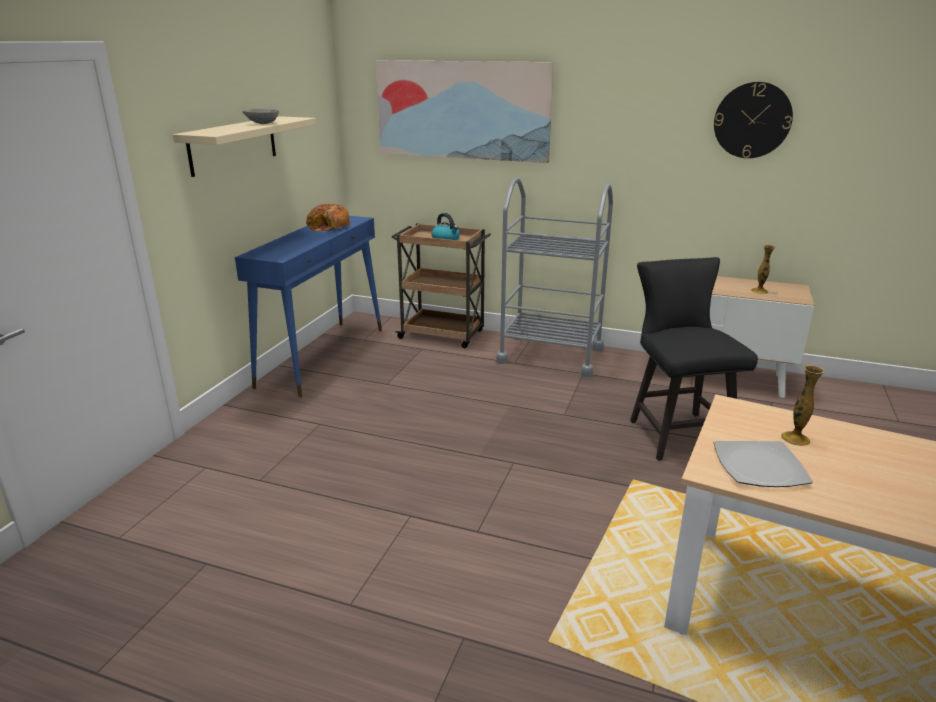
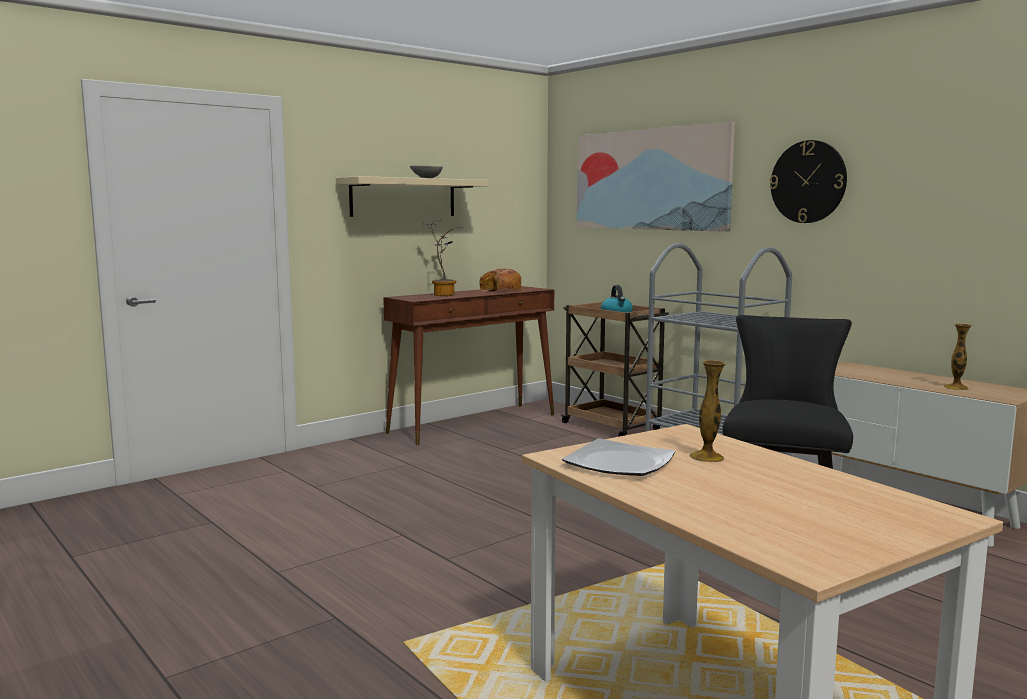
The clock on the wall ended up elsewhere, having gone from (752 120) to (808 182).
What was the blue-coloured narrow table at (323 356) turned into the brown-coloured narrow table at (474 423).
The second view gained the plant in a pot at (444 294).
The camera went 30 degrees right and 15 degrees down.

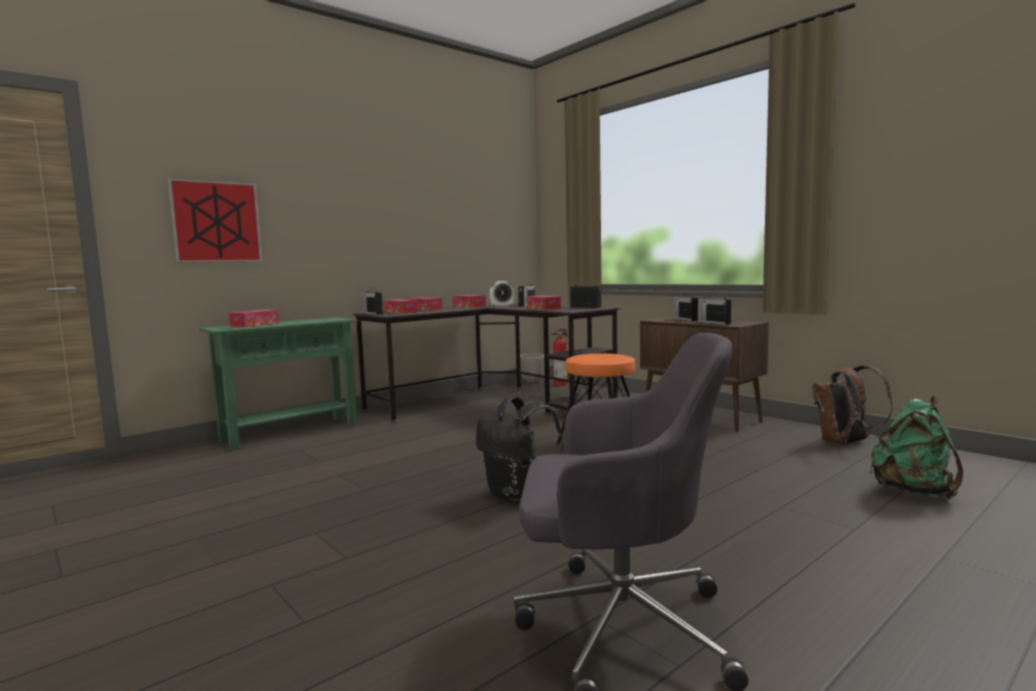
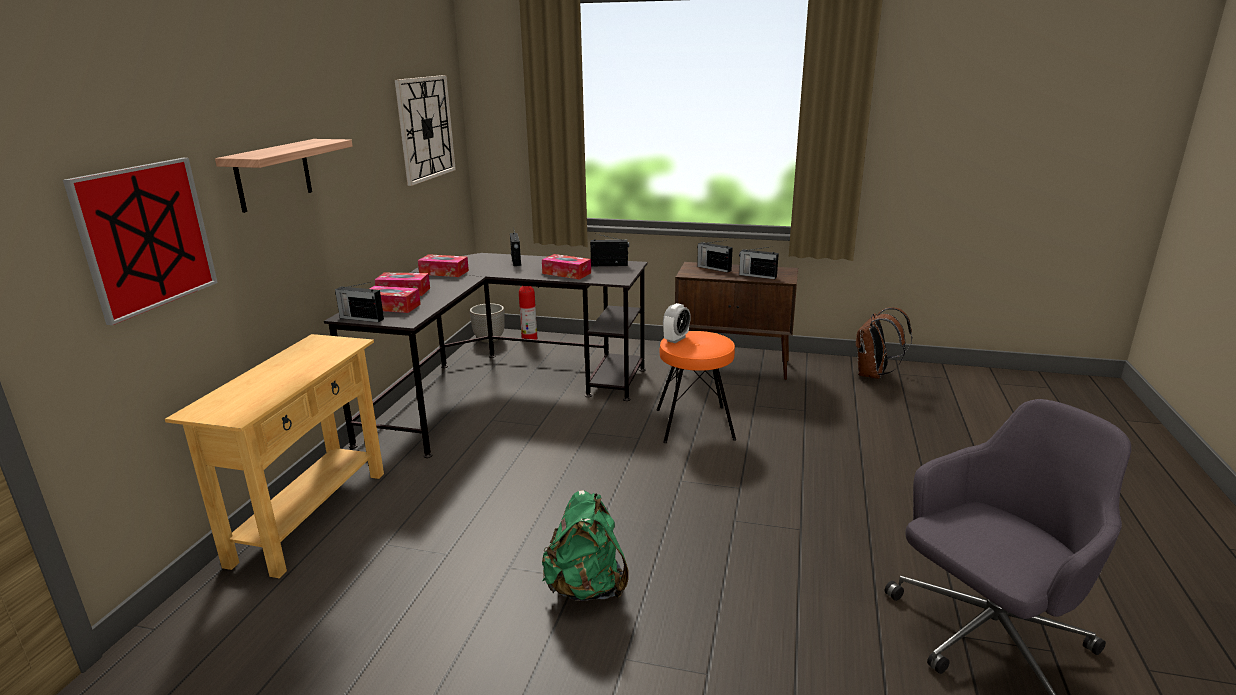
The bedside clock ended up elsewhere, having gone from (502 306) to (676 339).
The second view lost the box of tissues at (255 325).
What was the greenish narrow table at (290 432) turned into the beige narrow table at (310 516).
The second view lost the blackish rucksack at (518 496).
The greenish rucksack ended up elsewhere, having gone from (913 492) to (586 587).
The second view gained the clock on the wall at (425 128).
The second view gained the shelf at (273 175).
The camera went 35 degrees left and 15 degrees up.

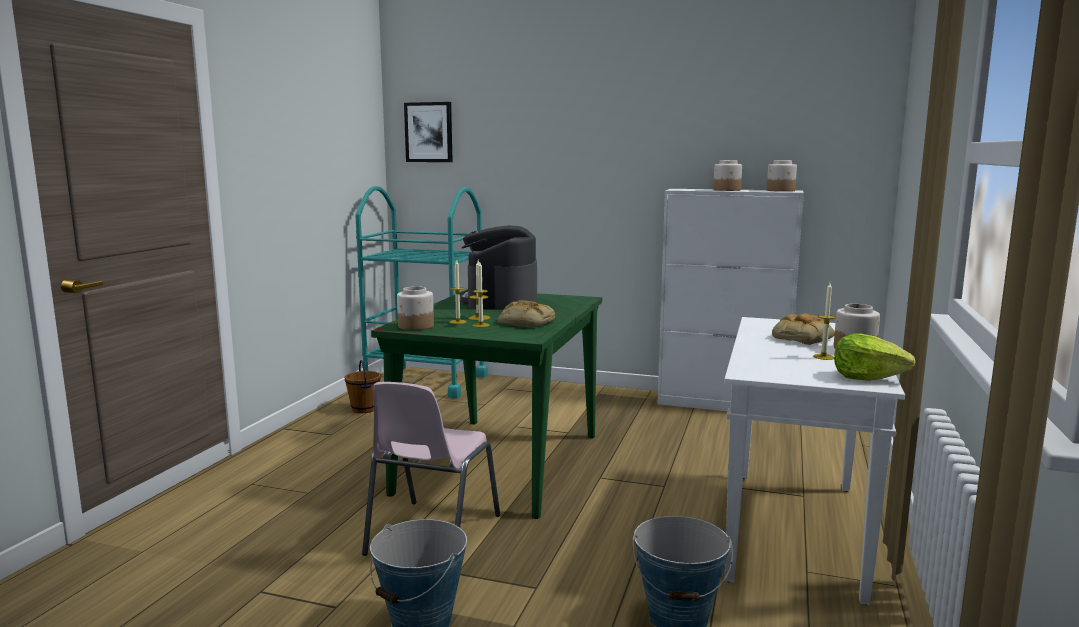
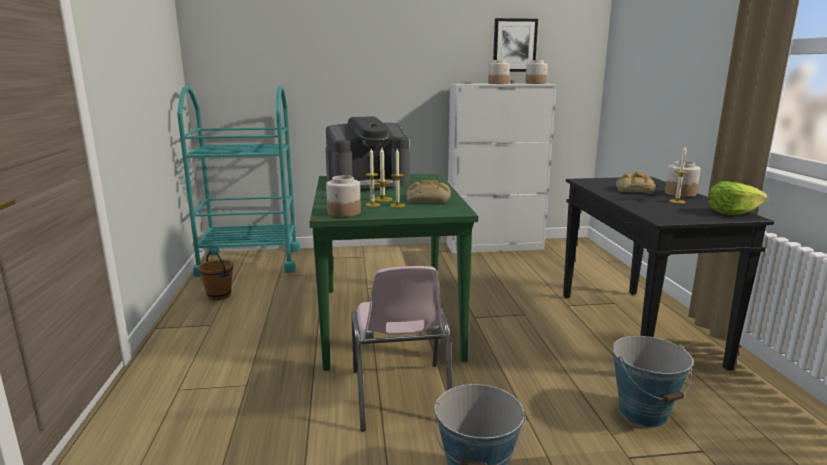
The wall art ended up elsewhere, having gone from (429 132) to (514 45).
The coffee maker at (500 300) ended up facing another way, 90 degrees counterclockwise from before.
What was the white-coloured narrow table at (795 532) turned into the blackish narrow table at (637 329).
The camera went 25 degrees left and 5 degrees up.

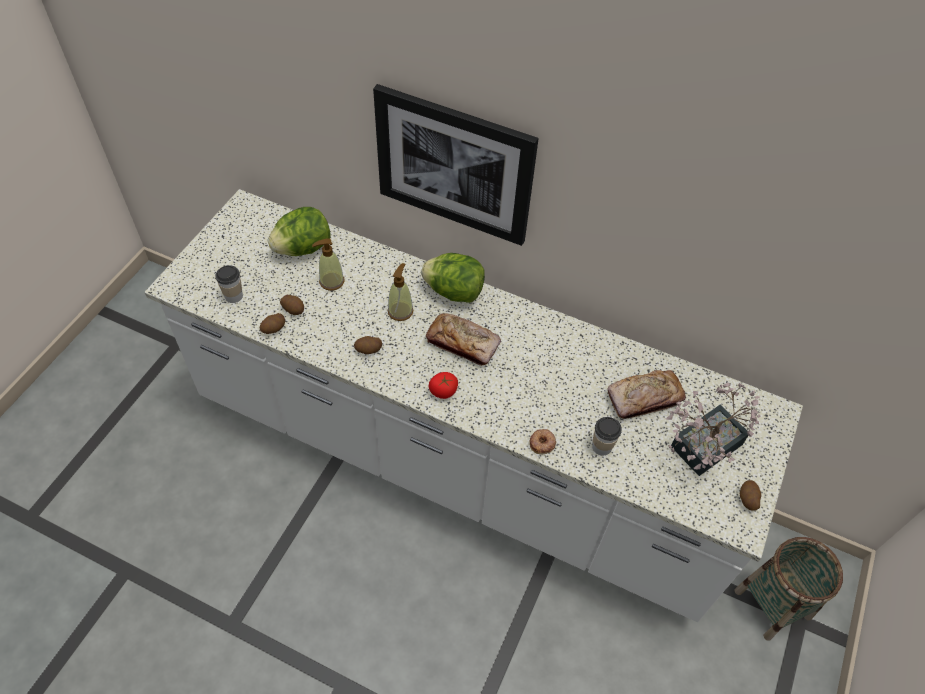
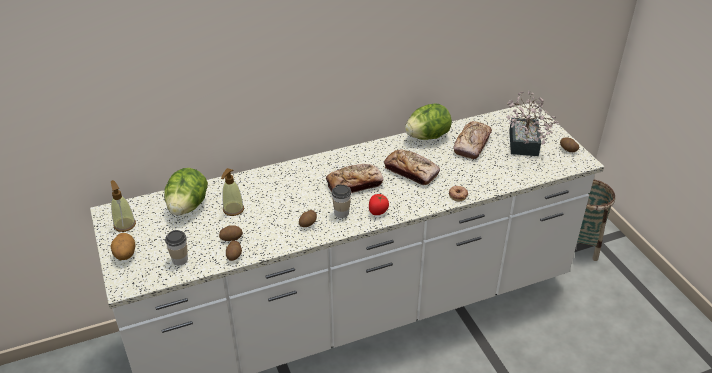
The second view lost the wall art at (454 165).
The lettuce ended up elsewhere, having gone from (454 292) to (427 136).
The soap dispenser ended up elsewhere, having gone from (400 311) to (124 225).
The drinking cup ended up elsewhere, having gone from (601 446) to (341 213).
The second view gained the bread at (411 171).
The second view gained the whole potato at (125 255).
The camera went 45 degrees left and 15 degrees down.

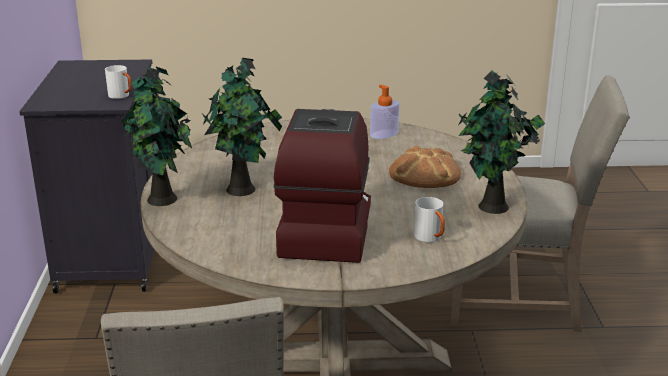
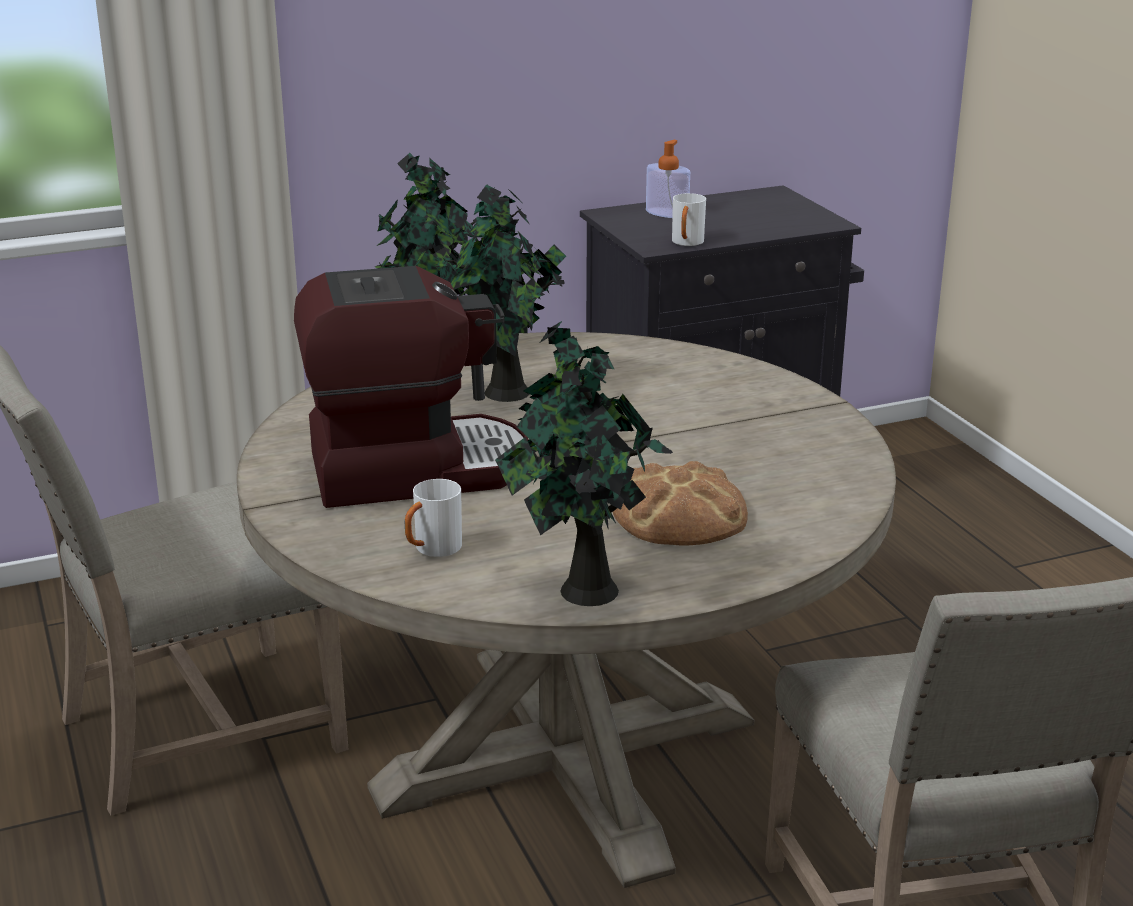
The soap dispenser ended up elsewhere, having gone from (384 134) to (667 213).
The camera went 70 degrees right and 0 degrees up.

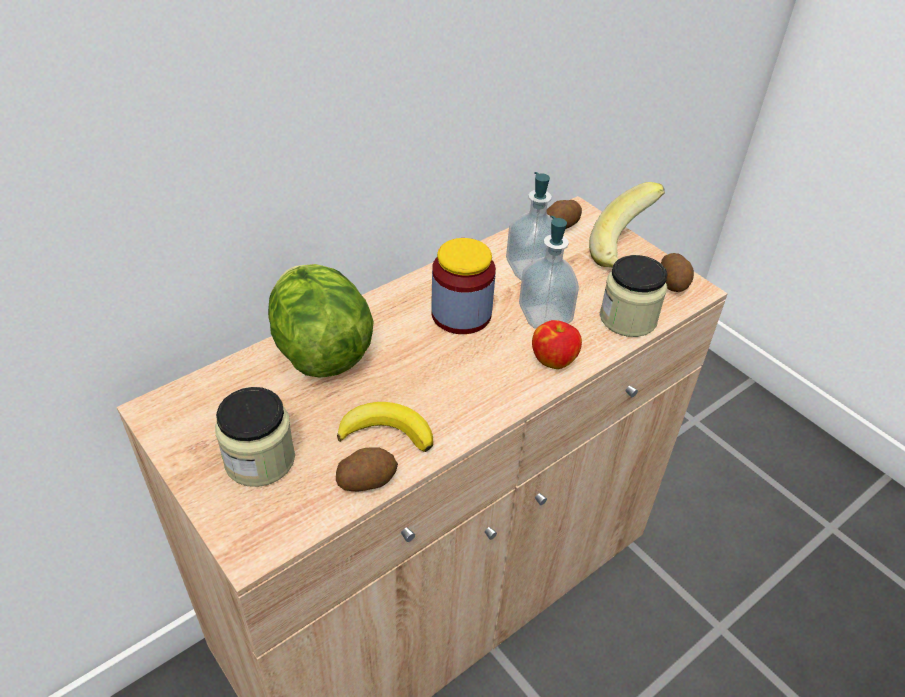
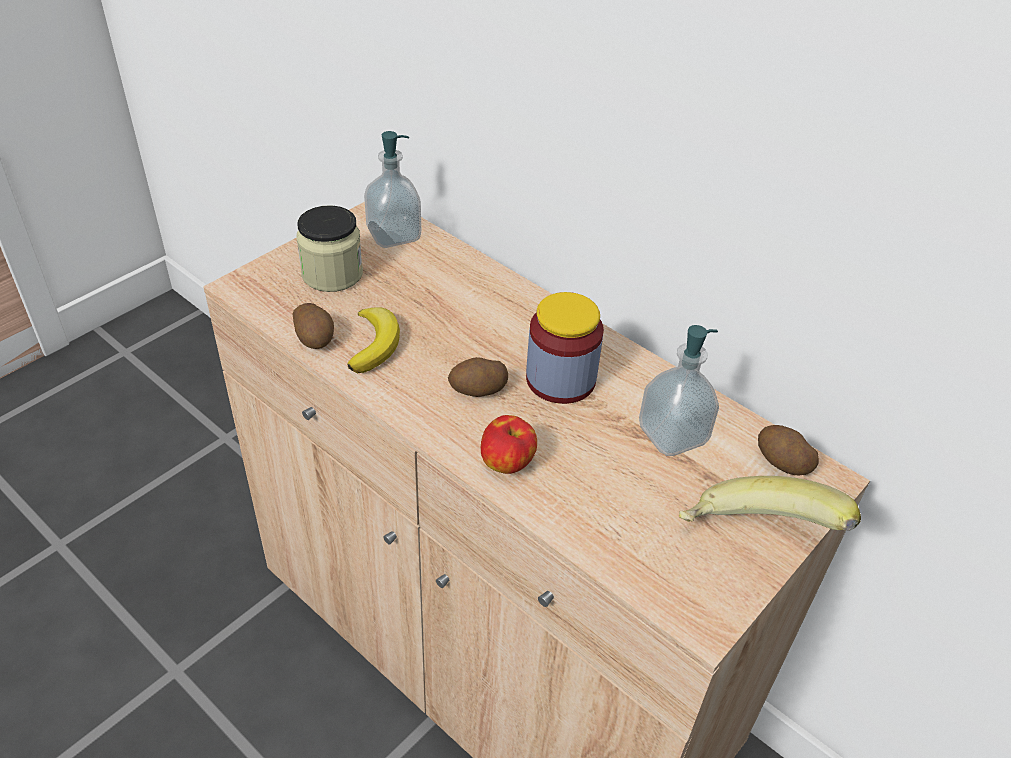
The soap dispenser ended up elsewhere, having gone from (545 314) to (394 235).
The whole potato ended up elsewhere, having gone from (673 283) to (478 390).
The second view lost the jar at (628 318).
The second view lost the lettuce at (321 351).
The camera went 80 degrees right and 0 degrees up.

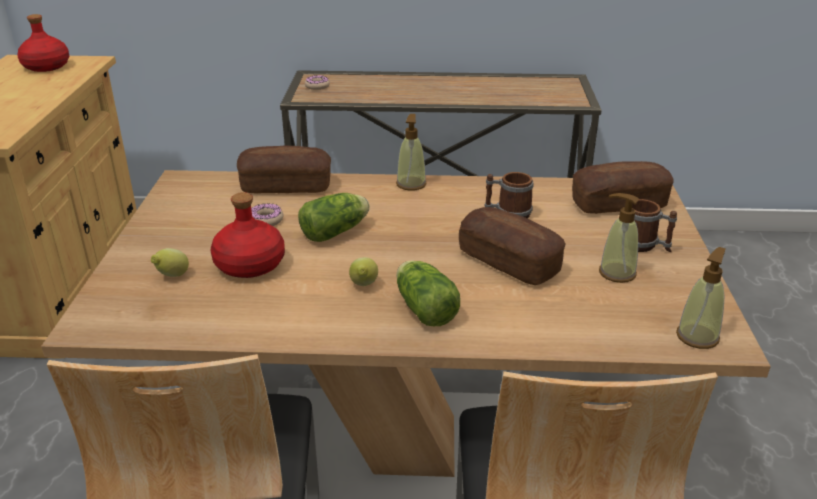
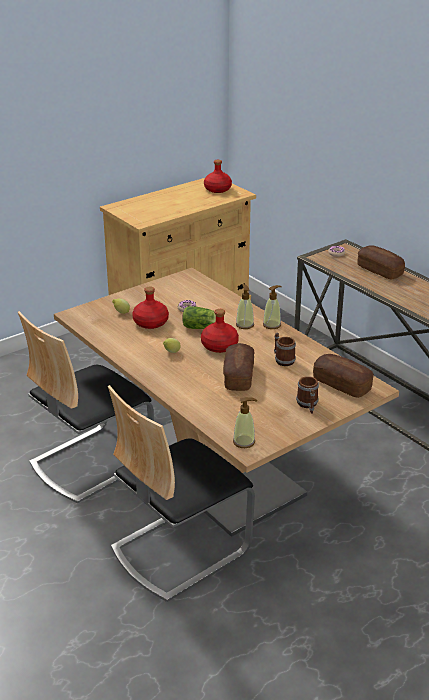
The bread ended up elsewhere, having gone from (286 186) to (380 270).
The soap dispenser ended up elsewhere, having gone from (616 273) to (244 325).
The second view lost the lettuce at (423 307).
The second view gained the reddish drink bottle at (220 346).
The camera went 50 degrees right and 0 degrees up.

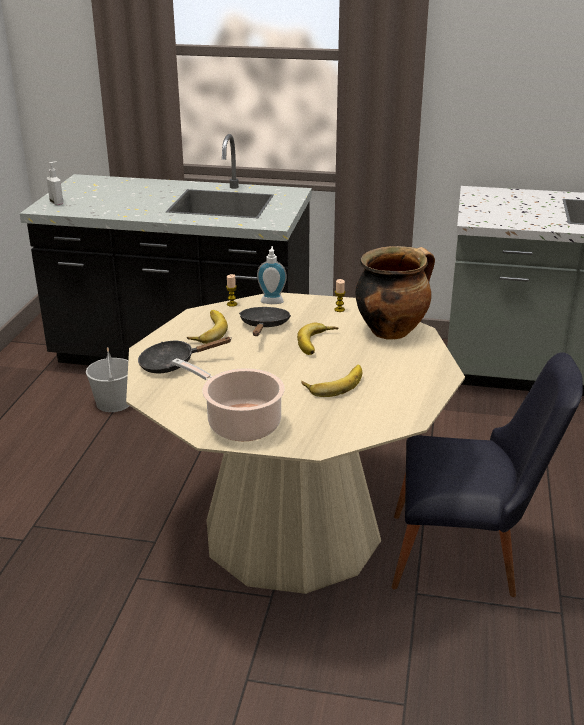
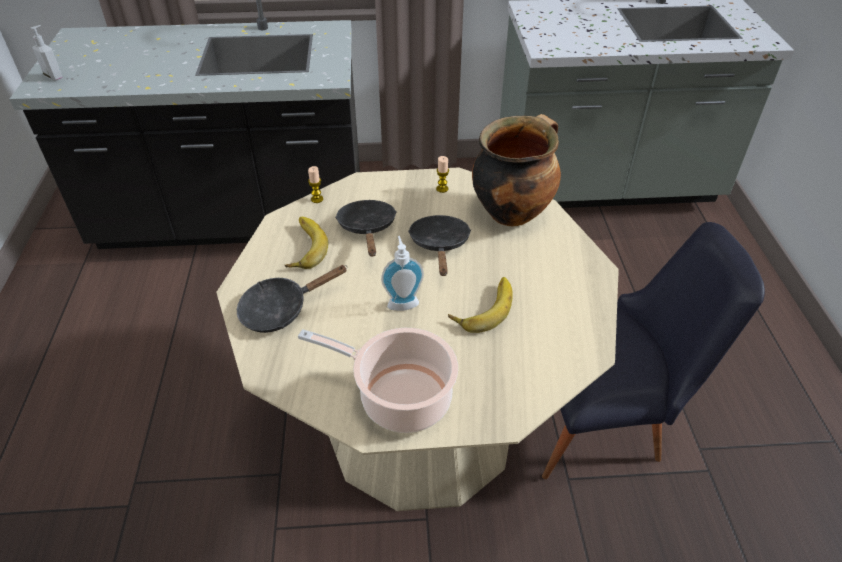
The soap dispenser ended up elsewhere, having gone from (272 300) to (402 302).
Where the banana stood at (318 343), the blackish pan came to stand at (440 245).
The second view lost the white-coloured water bucket at (114 403).
The camera went 15 degrees left and 15 degrees up.

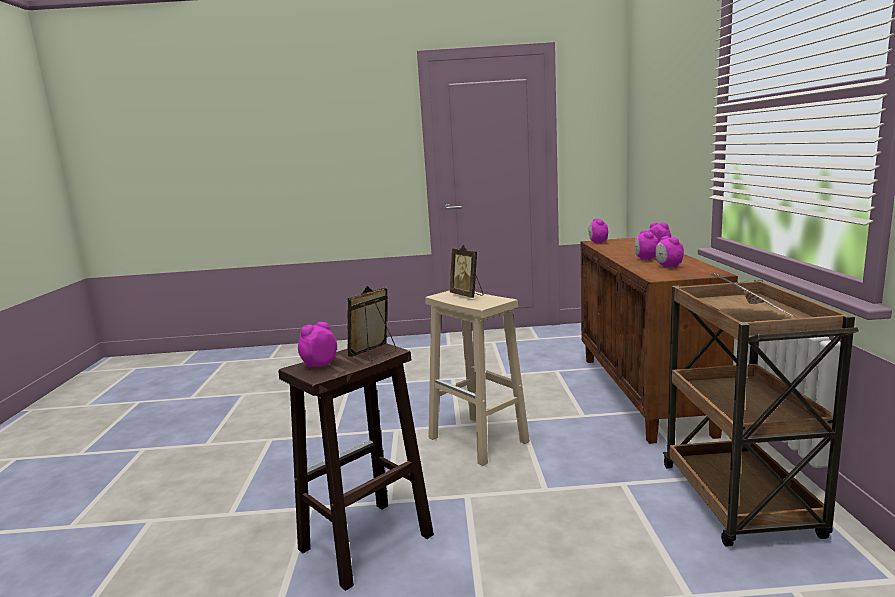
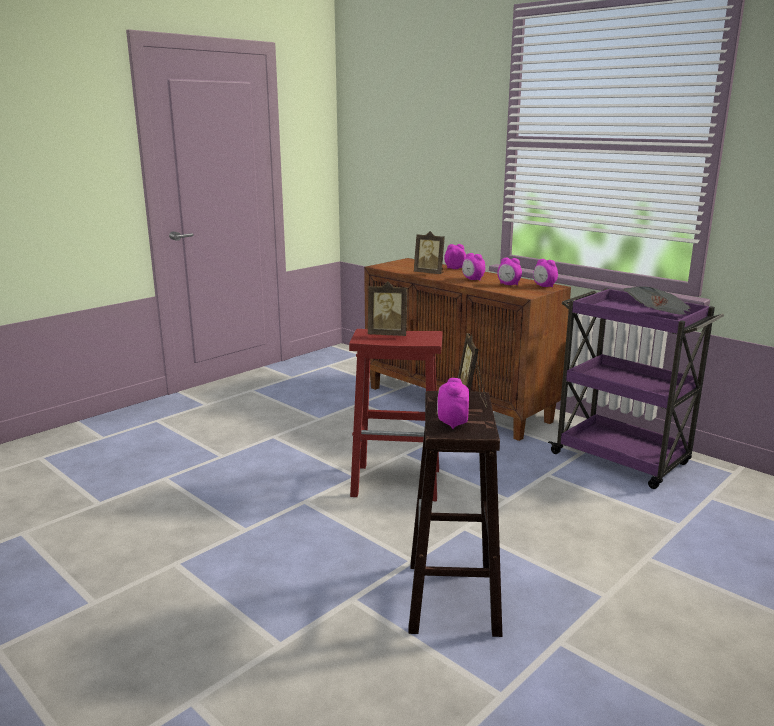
The bedside clock ended up elsewhere, having gone from (597 243) to (544 286).
What was the brown-coloured cart at (740 502) turned into the purple cart at (622 460).
What was the beige sitting stool at (479 440) turned into the reddish sitting stool at (398 482).
The second view gained the picture frame at (430 273).
The camera went 45 degrees left and 5 degrees up.

